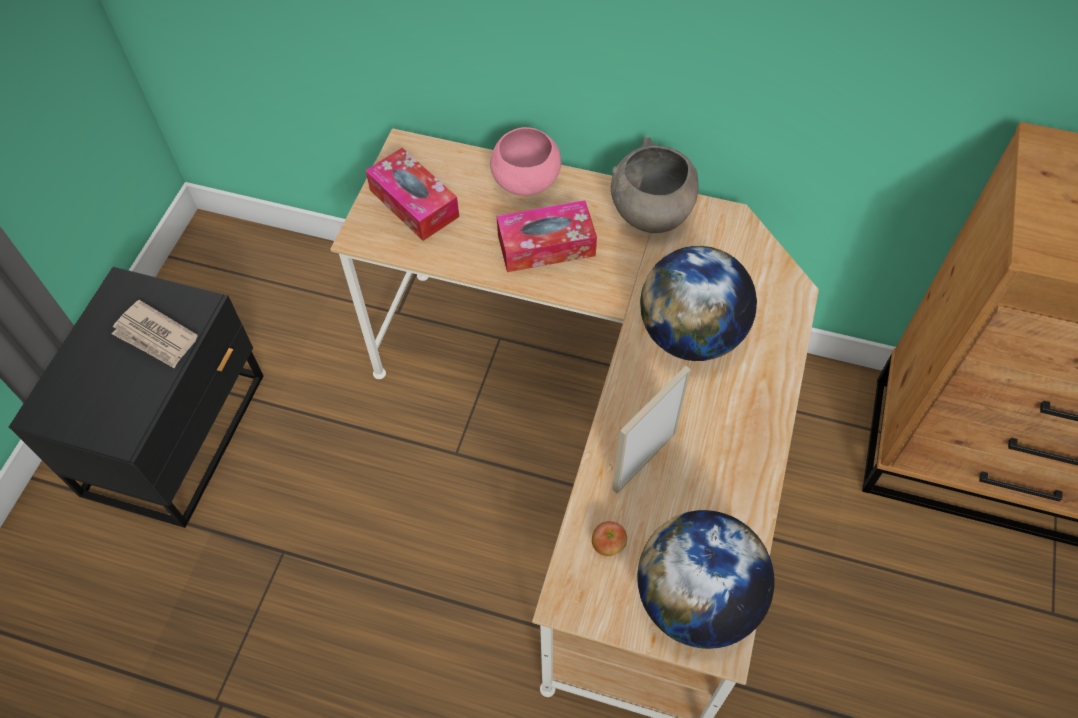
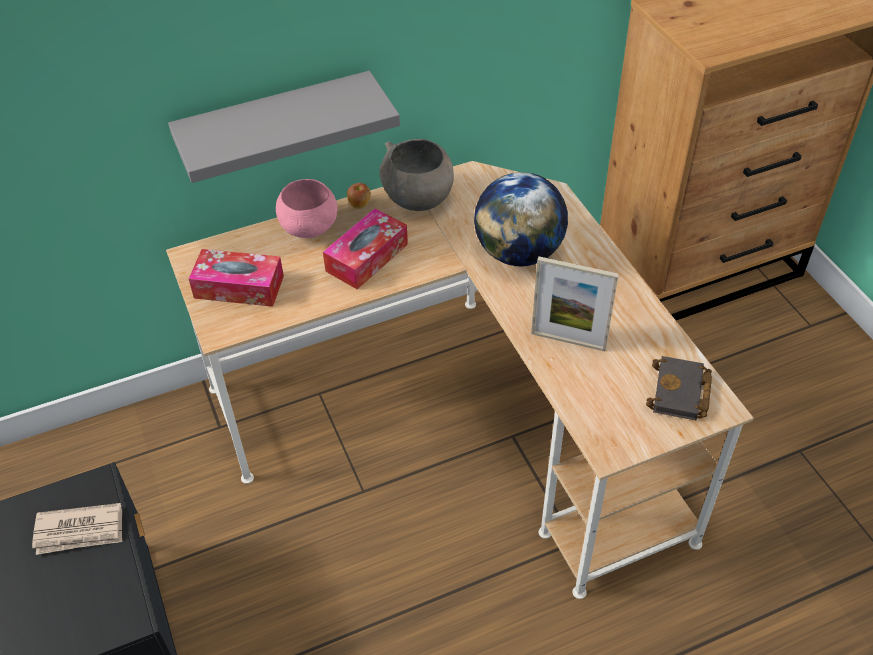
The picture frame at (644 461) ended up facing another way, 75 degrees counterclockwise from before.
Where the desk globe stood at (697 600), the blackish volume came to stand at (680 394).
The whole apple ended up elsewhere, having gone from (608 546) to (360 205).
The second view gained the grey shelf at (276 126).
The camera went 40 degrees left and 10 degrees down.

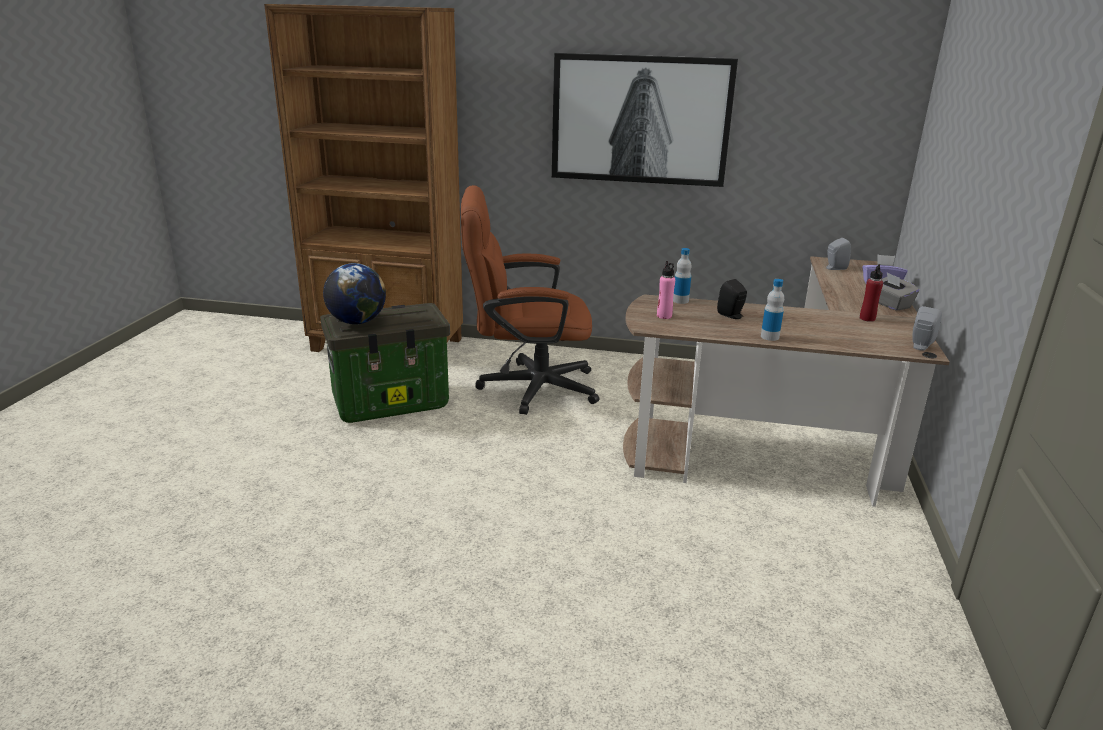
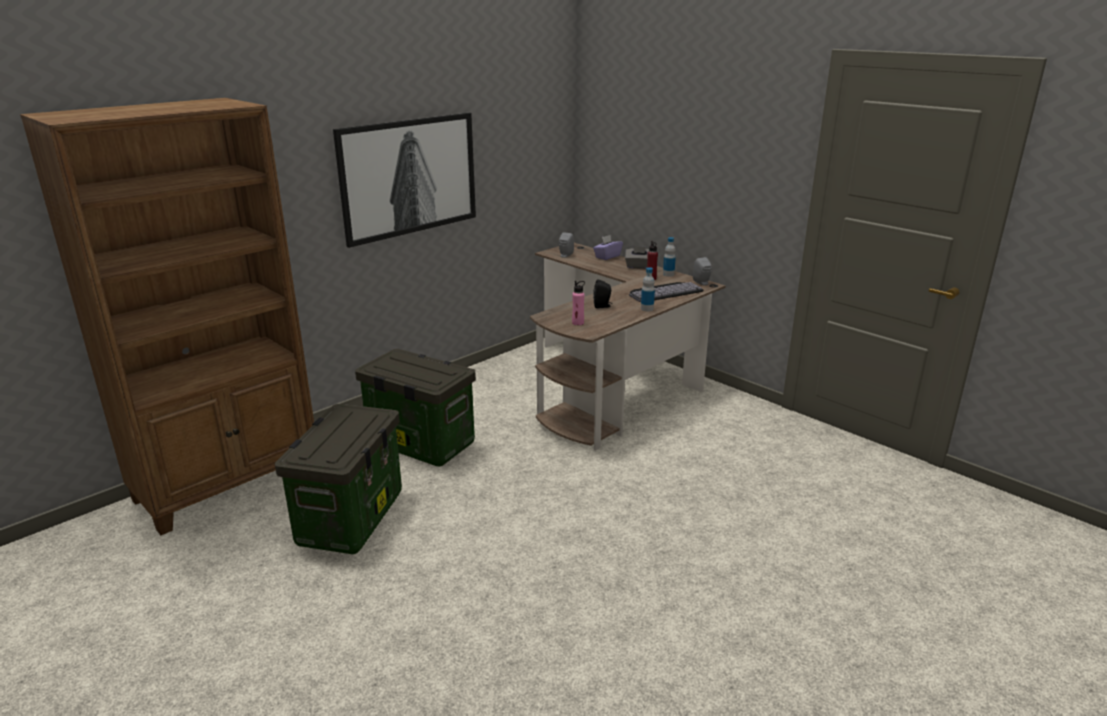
Where the brown-coloured desk chair stood at (526 387), the storage box came to stand at (419 443).
The drink bottle ended up elsewhere, having gone from (680 300) to (668 274).
The second view lost the desk globe at (357 322).
The second view gained the PC keyboard at (664 291).
The camera went 55 degrees left and 0 degrees up.

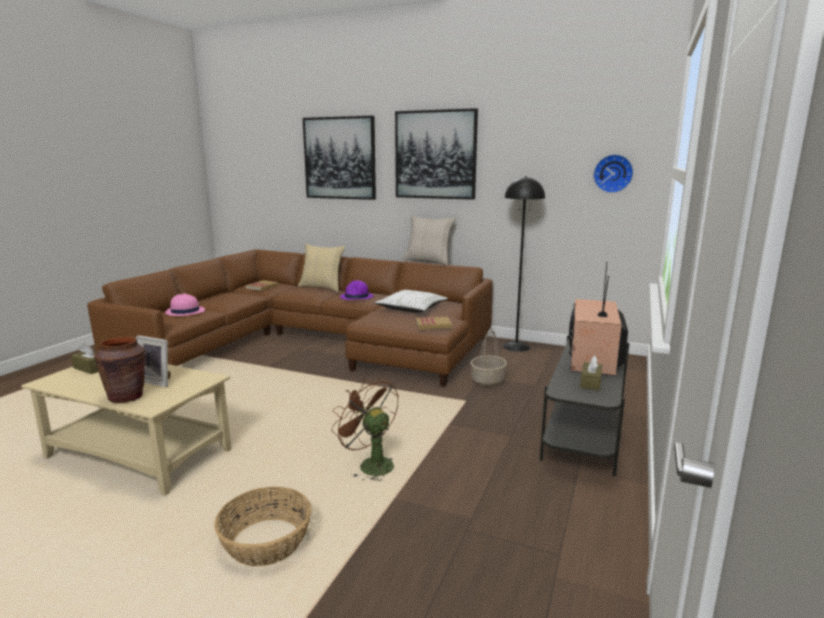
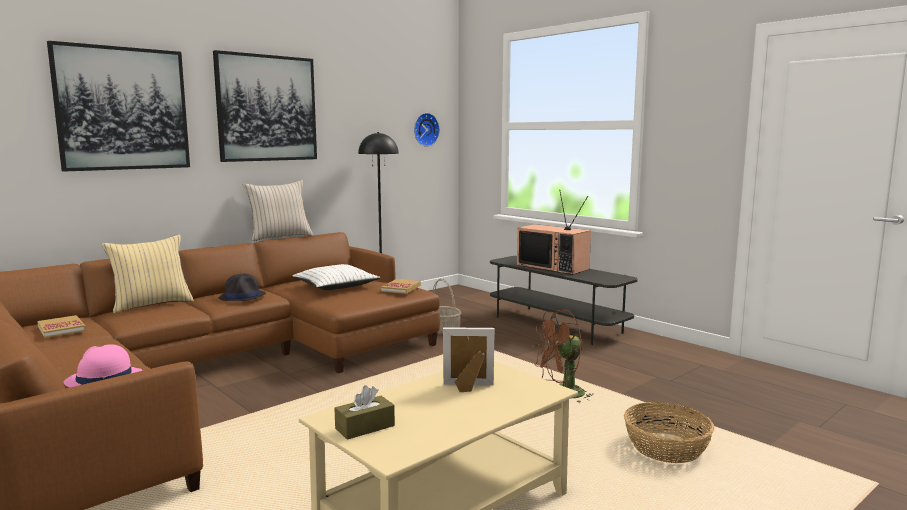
What was the purple clothing hat at (356 297) turned into the blackish clothing hat at (243 296).
The picture frame at (158 381) ended up facing another way, 135 degrees counterclockwise from before.
The second view lost the brown-coloured flower vase at (126 397).
The second view lost the brown-coloured box of tissues at (590 382).
The camera went 65 degrees left and 5 degrees down.

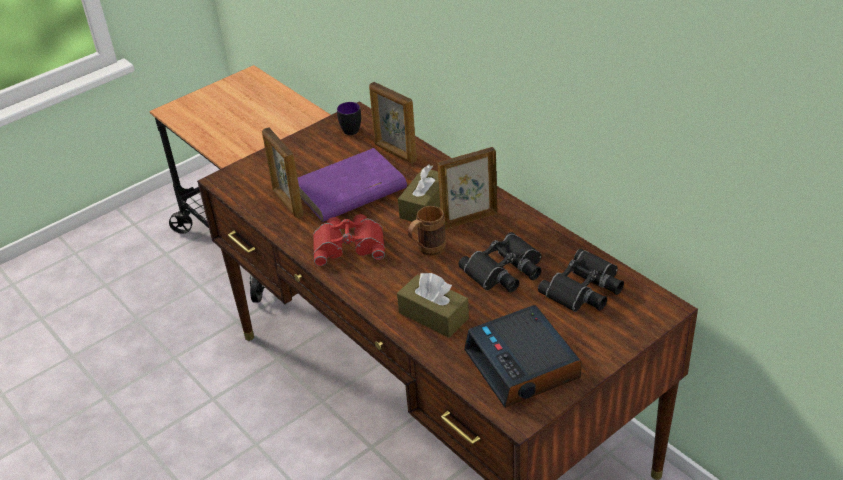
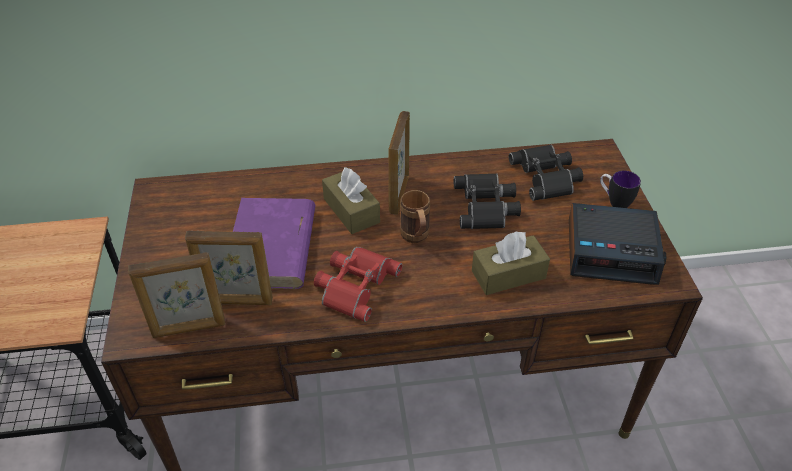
The picture frame ended up elsewhere, having gone from (395 153) to (189 328).
The tea mug ended up elsewhere, having gone from (351 128) to (614 201).
The camera went 60 degrees left and 5 degrees up.

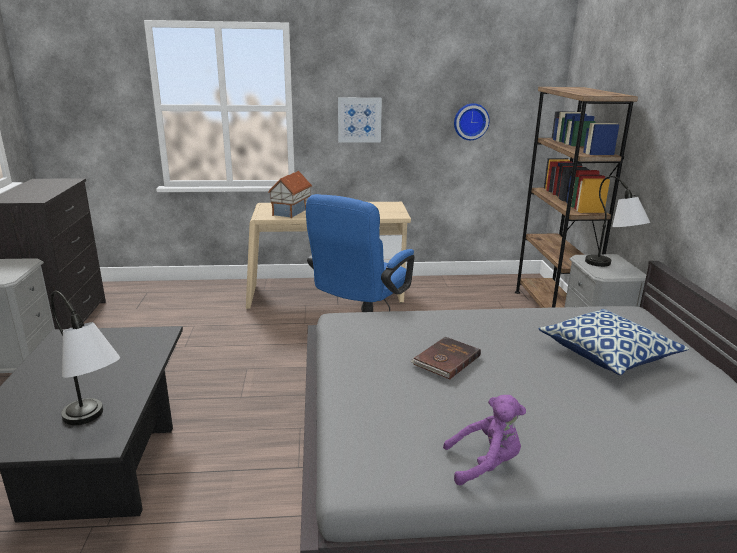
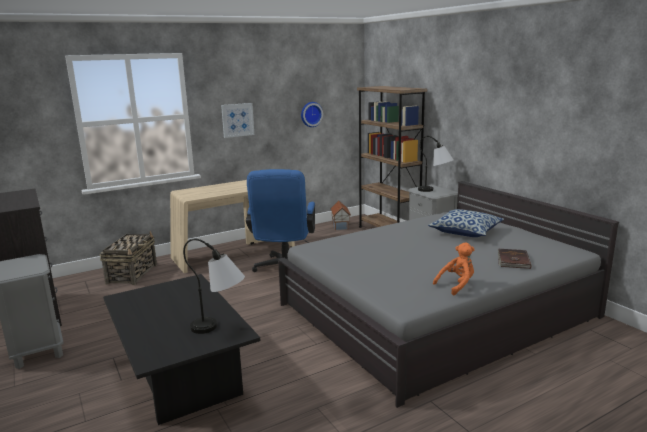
The miniature house ended up elsewhere, having gone from (292 212) to (341 226).
The brown-coloured volume ended up elsewhere, having gone from (445 360) to (513 260).
What was the purple plush toy at (485 464) turned into the orange plush toy at (457 285).
The second view gained the basket at (132 274).
The camera went 25 degrees left and 5 degrees down.

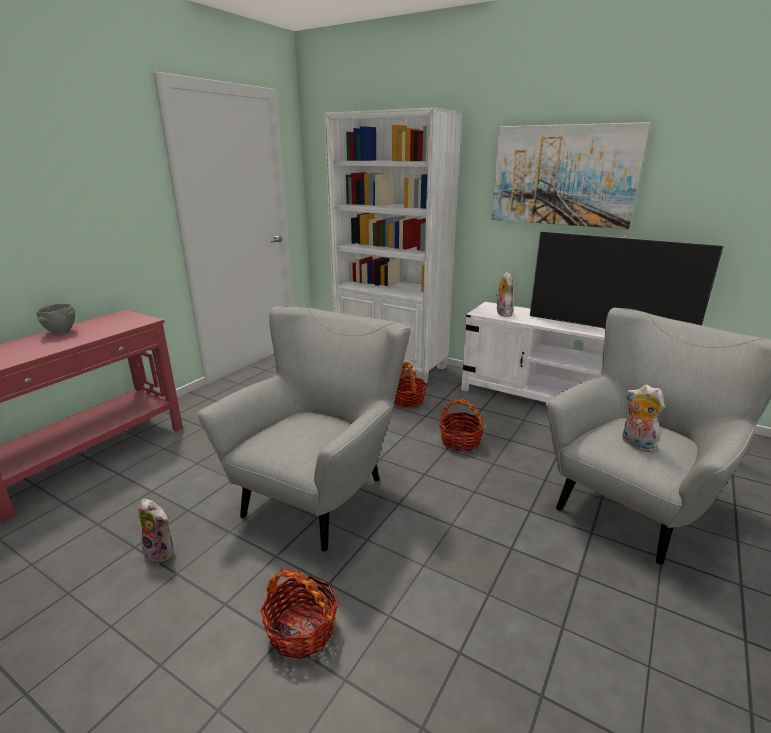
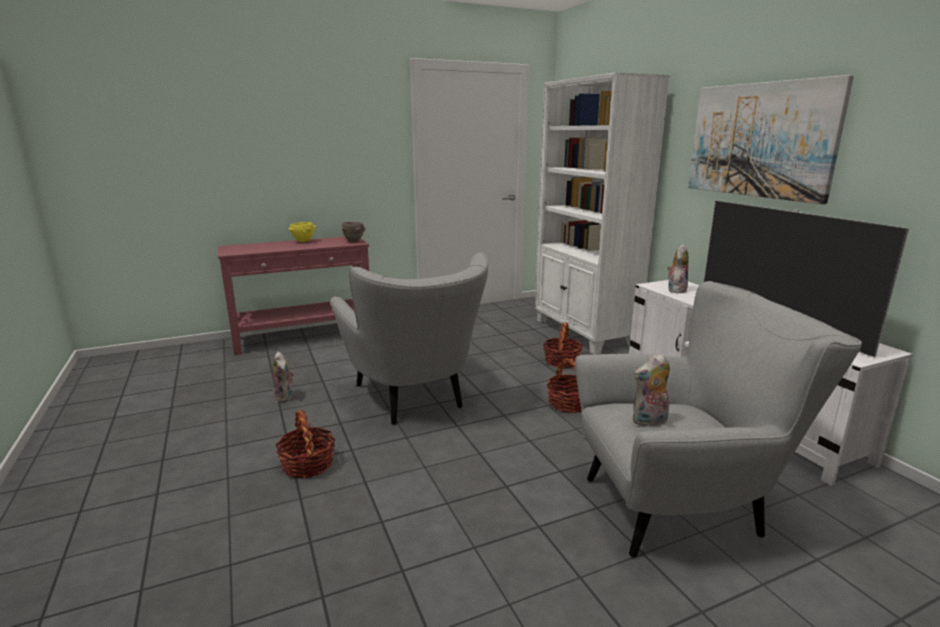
What was the grey serving bowl at (61 332) turned into the yellow-coloured serving bowl at (304 241).
The grey easy chair at (322 492) ended up facing another way, 90 degrees clockwise from before.
The plush toy at (636 444) ended up facing another way, 105 degrees counterclockwise from before.
The second view gained the brown-coloured serving bowl at (354 241).
The camera went 35 degrees right and 5 degrees down.

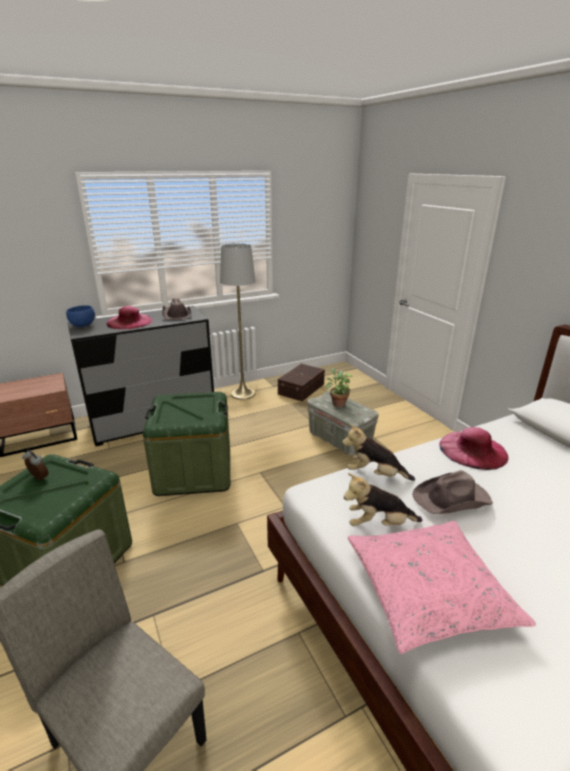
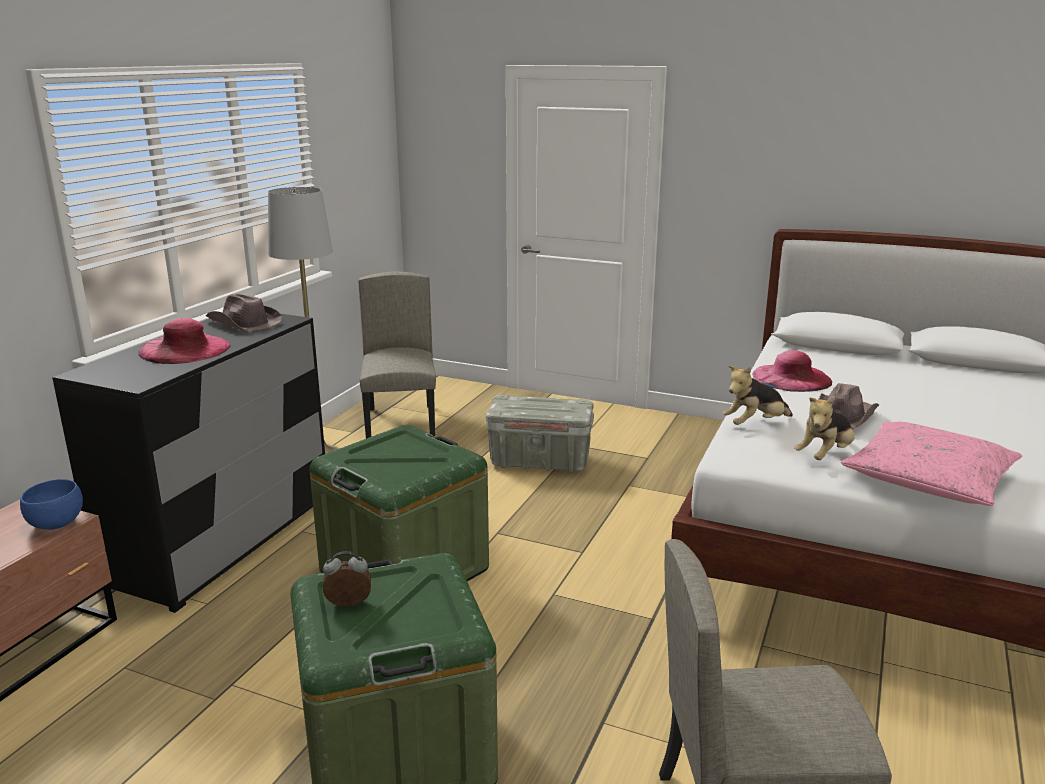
The blue-coloured serving bowl ended up elsewhere, having gone from (83 325) to (56 524).
Where the brown-coloured storage box stood at (302 389), the beige chair came to stand at (401 422).
The second view lost the plant in a pot at (337 403).
The camera went 40 degrees left and 5 degrees down.

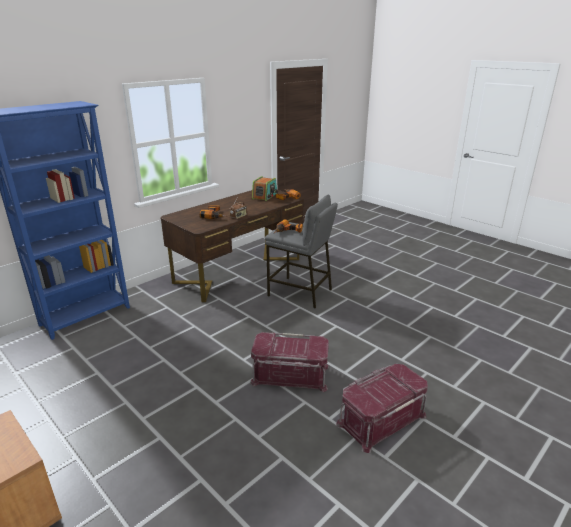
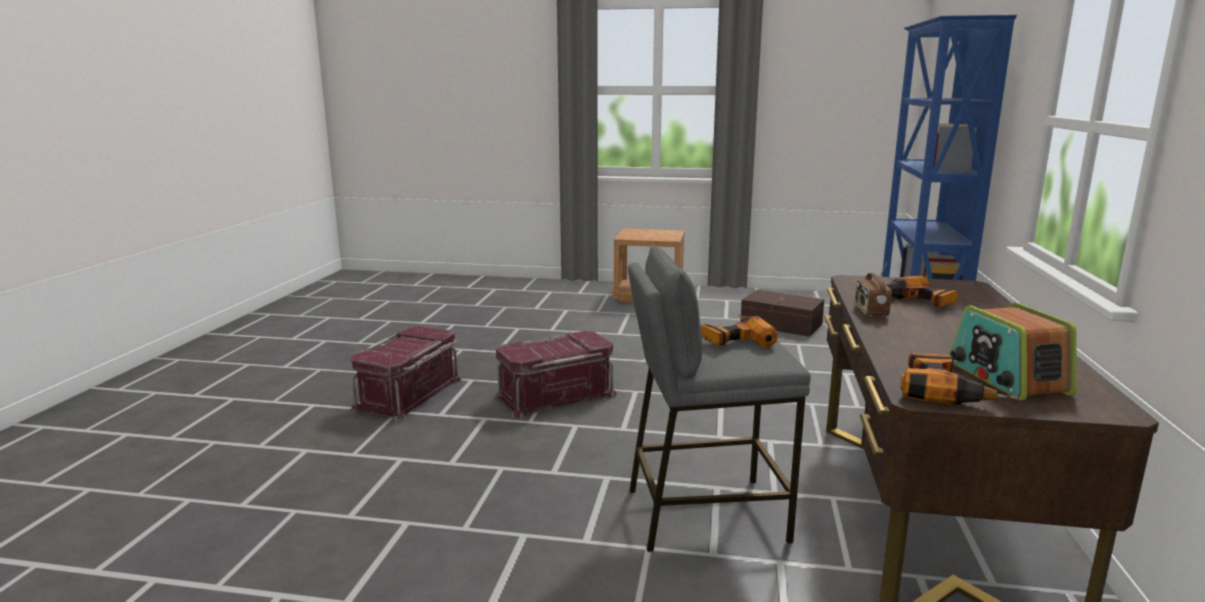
The second view gained the brown-coloured storage box at (781 325).
The camera went 145 degrees right and 10 degrees down.

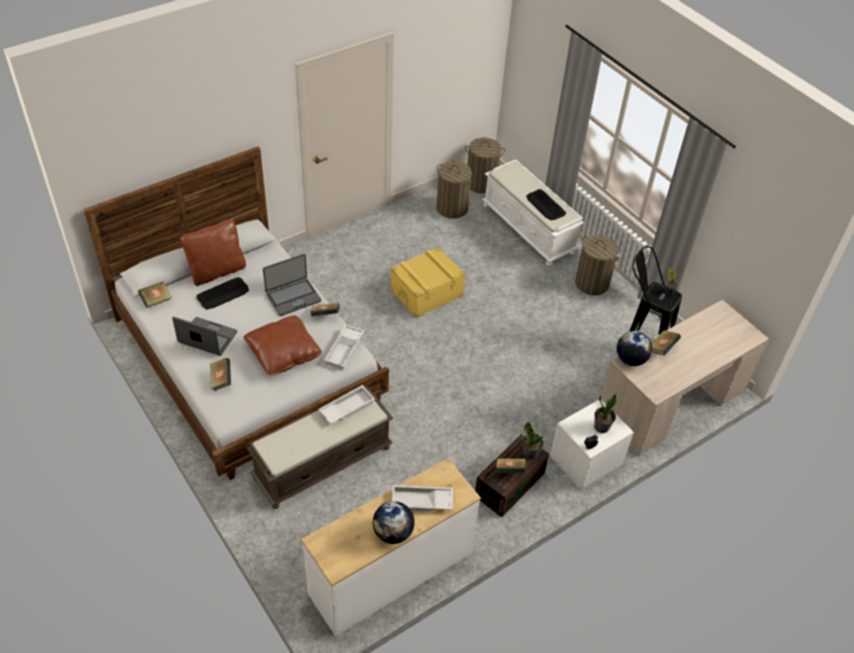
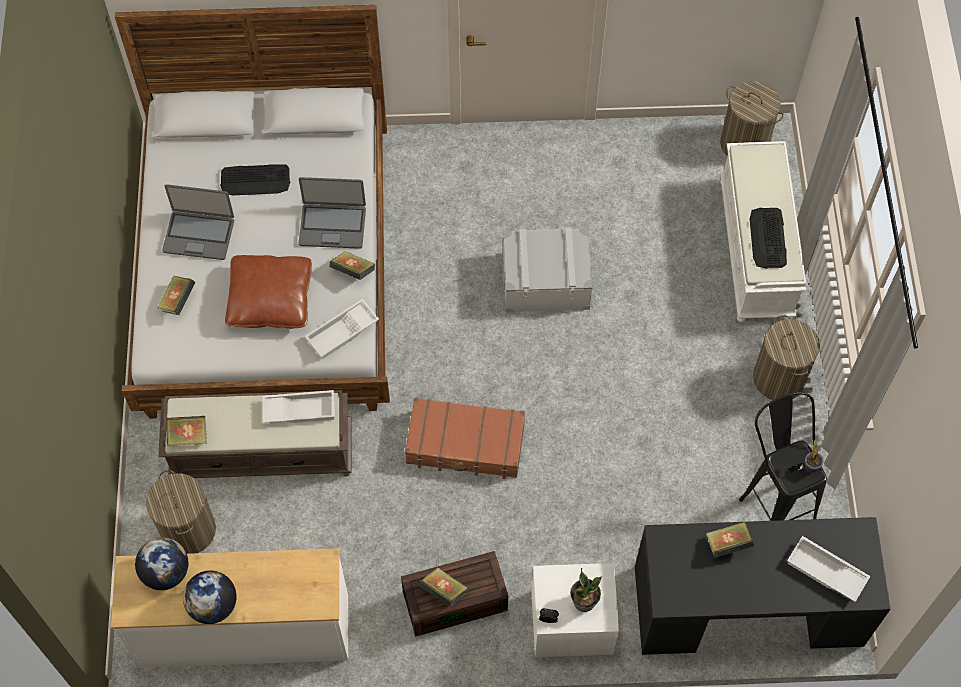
The laundry basket ended up elsewhere, having gone from (452 208) to (188 529).
The second view lost the brown-coloured cushion at (217 271).
What was the yellow-coloured storage box at (426 292) turned into the grey storage box at (546 281).
The volume ended up elsewhere, having gone from (156 301) to (188 436).
What was the beige desk unit at (670 401) turned into the blackish desk unit at (747 605).
The laptop at (207 338) ended up facing another way, 135 degrees clockwise from before.
The desk globe ended up elsewhere, having gone from (630 359) to (166 572).
The second view lost the plant in a pot at (530 452).
The white-coloured serving tray ended up elsewhere, having gone from (421 502) to (825 572).
The second view gained the brown-coloured suitcase at (465 444).
The camera went 35 degrees right and 15 degrees up.

